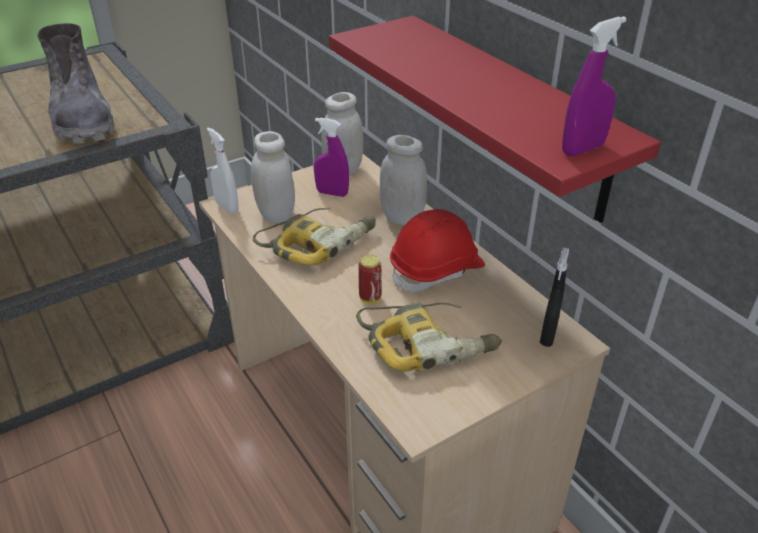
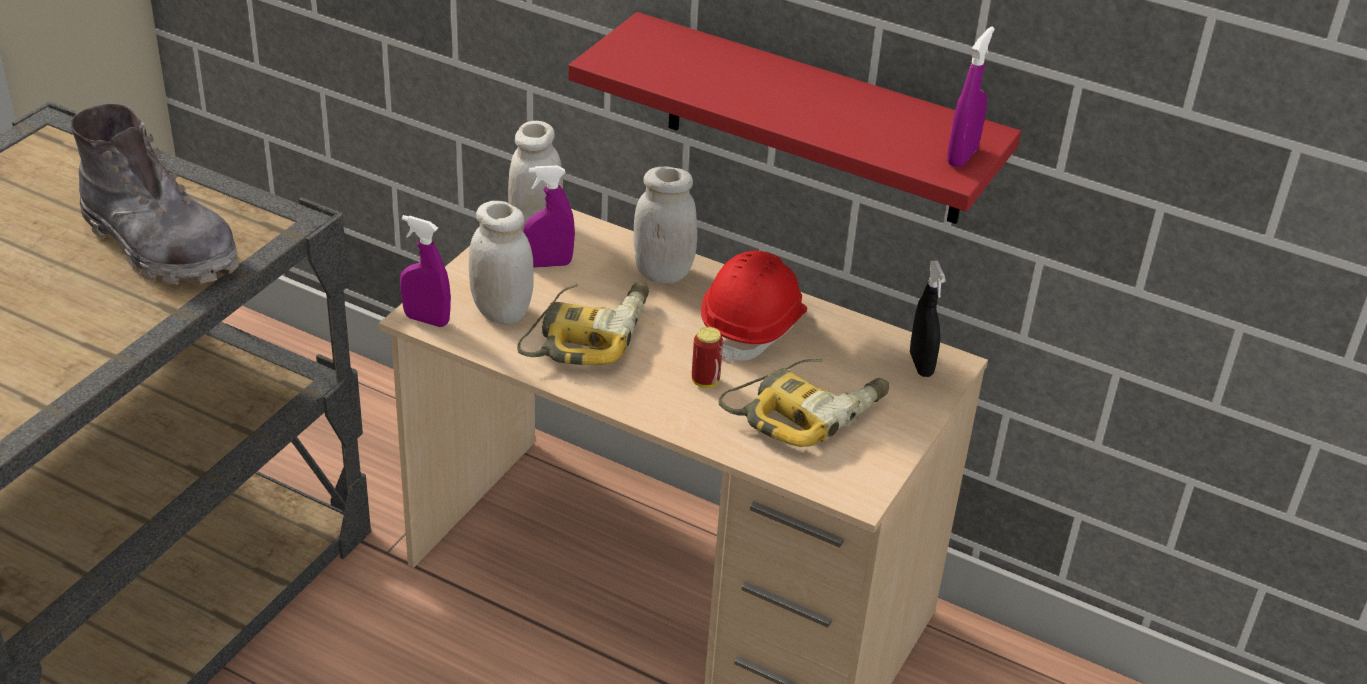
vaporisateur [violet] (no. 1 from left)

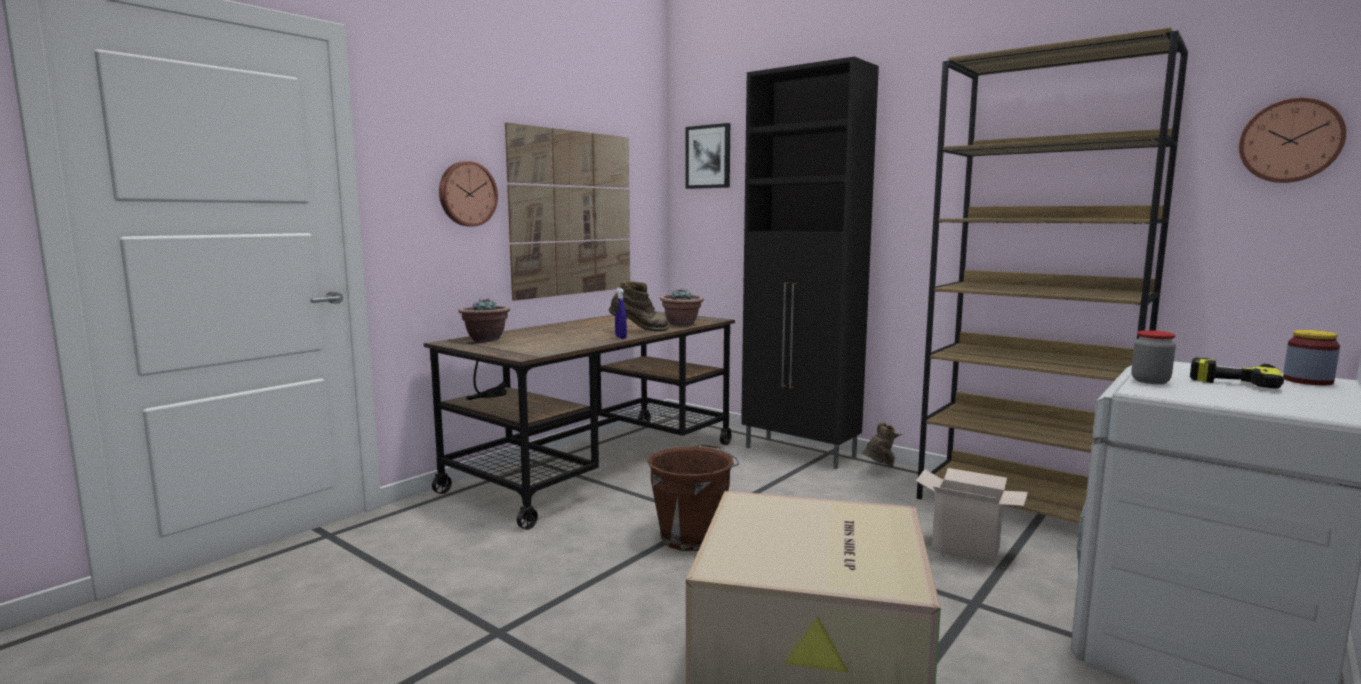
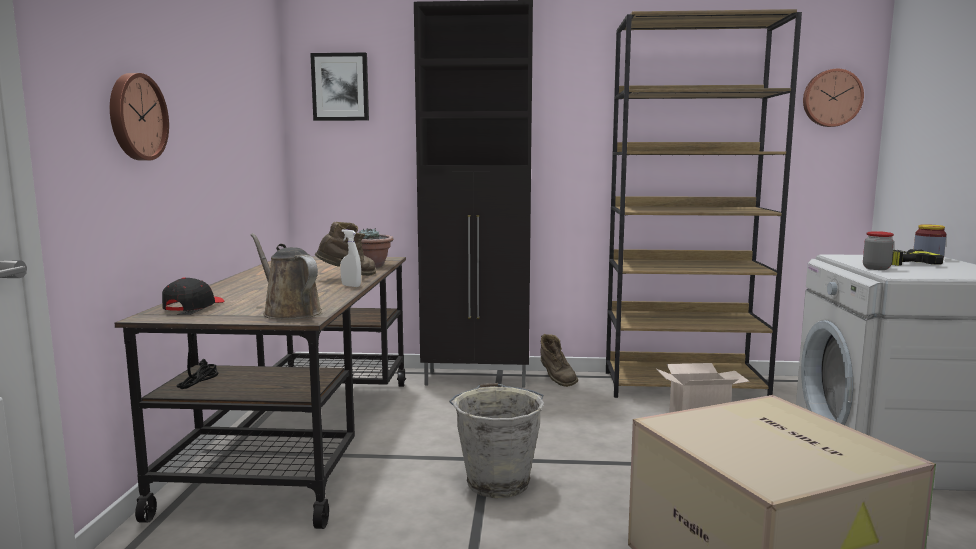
casquette [noir]; arrosoir [marron]; vaporisateur [blanc]; seau [gris]; botte [marron] (no. 2 from left); tableau (no. 1 from left in the first image)

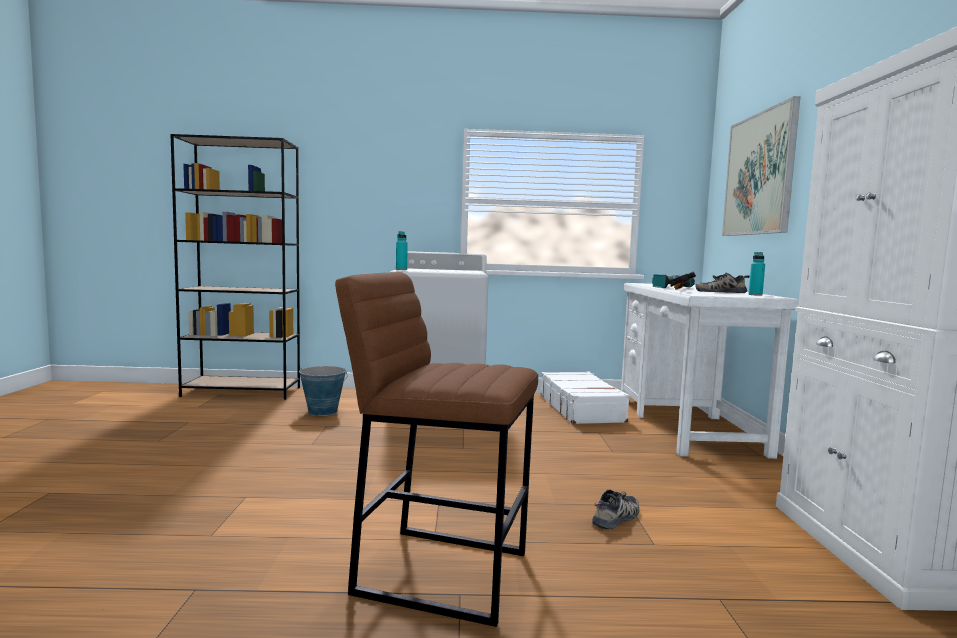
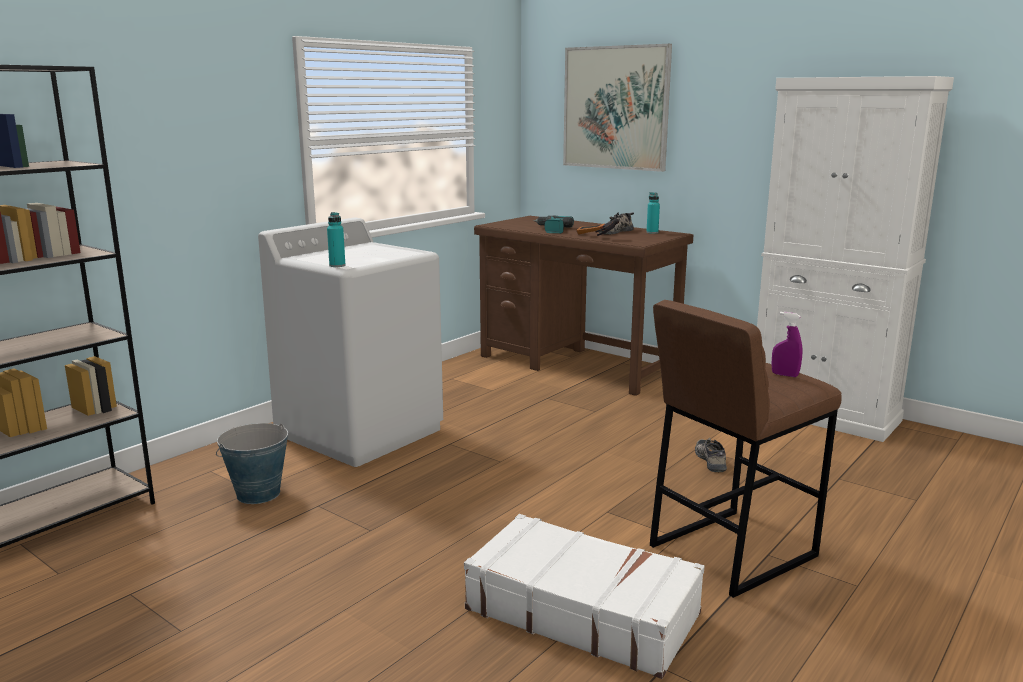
valise [blanc]; bureau [marron]; vaporisateur [violet]

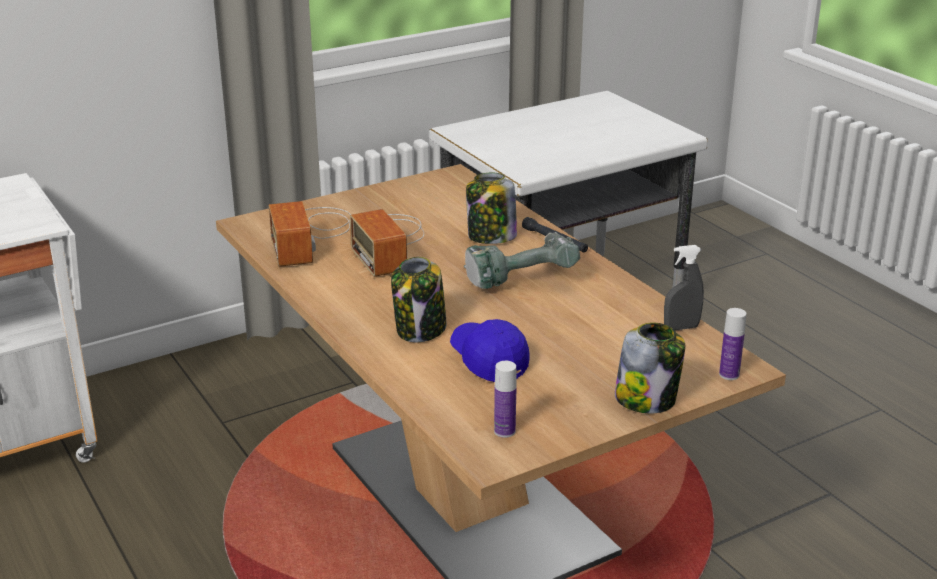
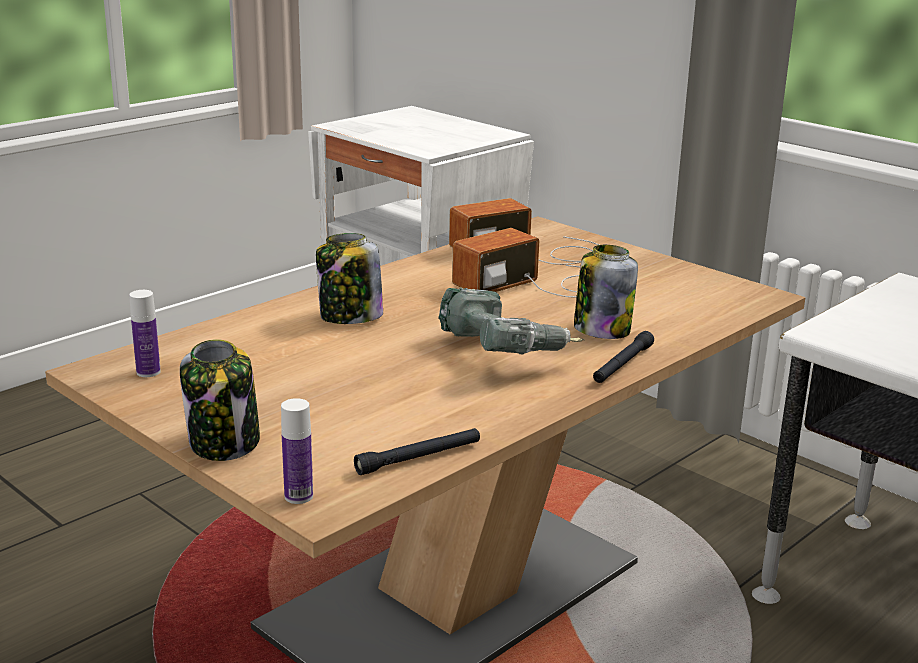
lampe de poche [noir] (no. 1 from left); casquette [bleu]

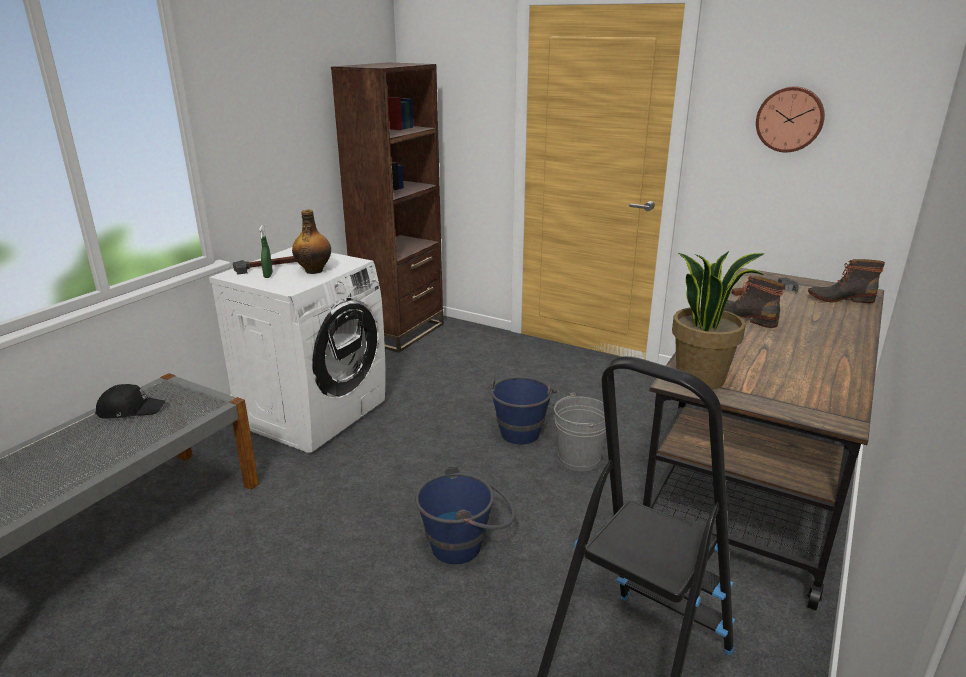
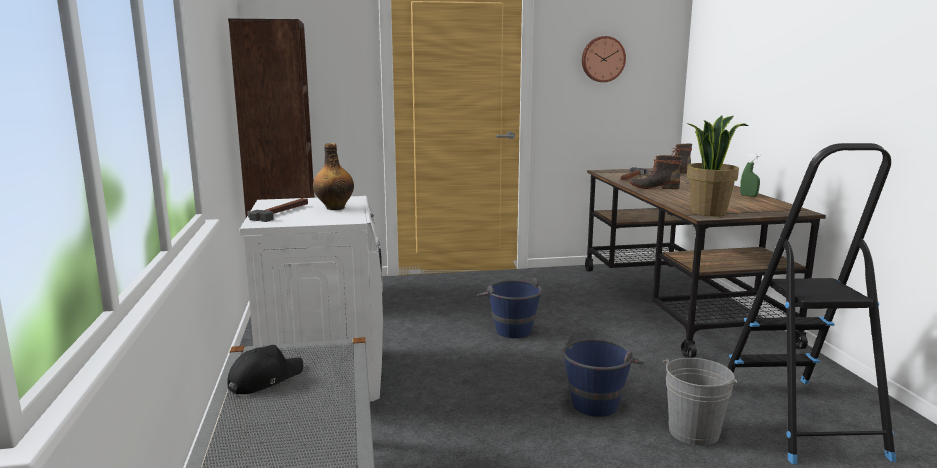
seau [gris]; vaporisateur [vert]

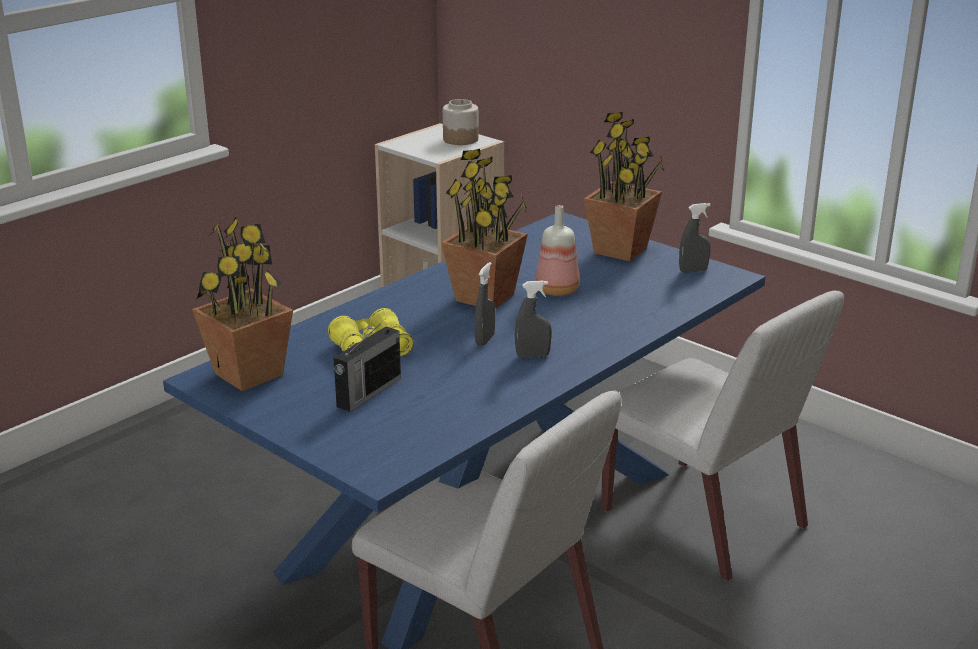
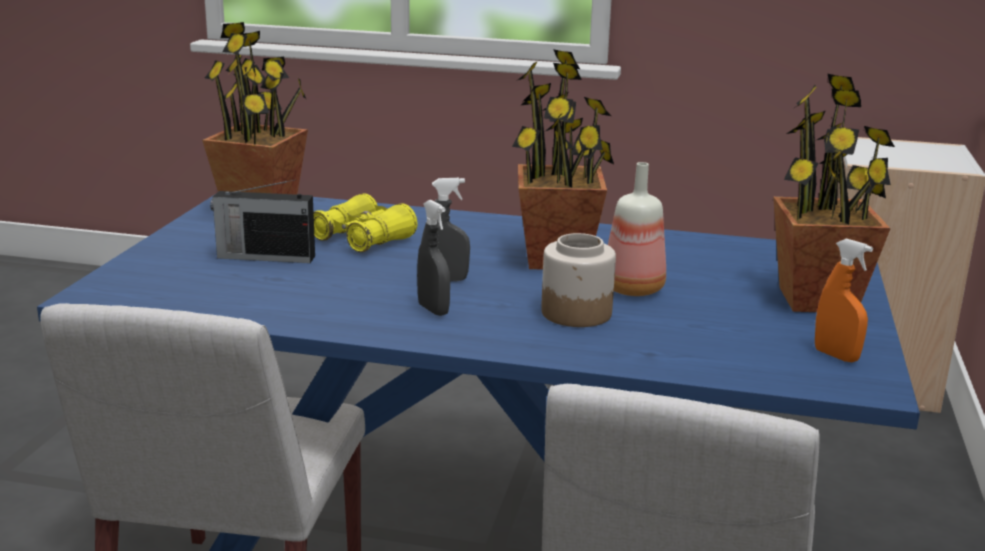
bocal; vaporisateur [orange]

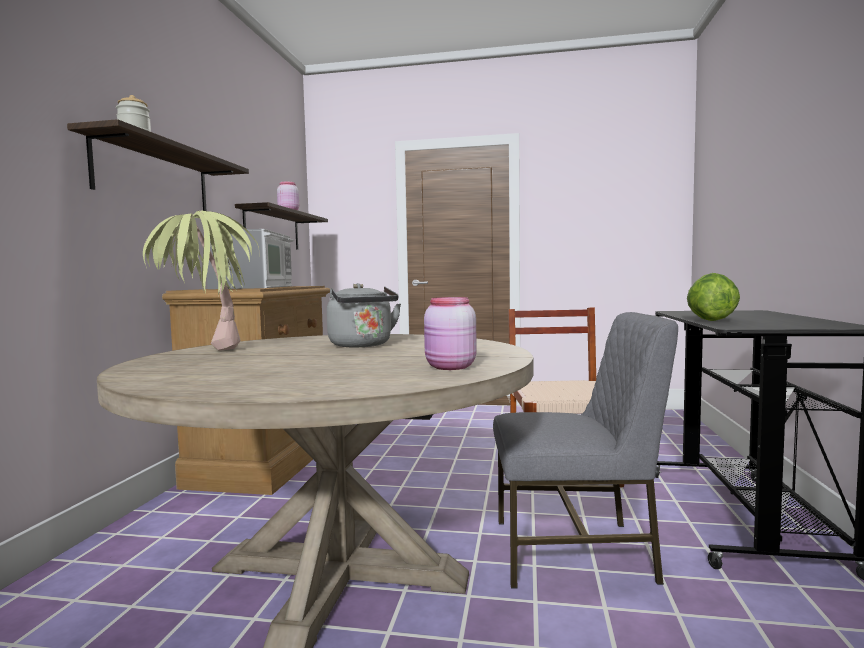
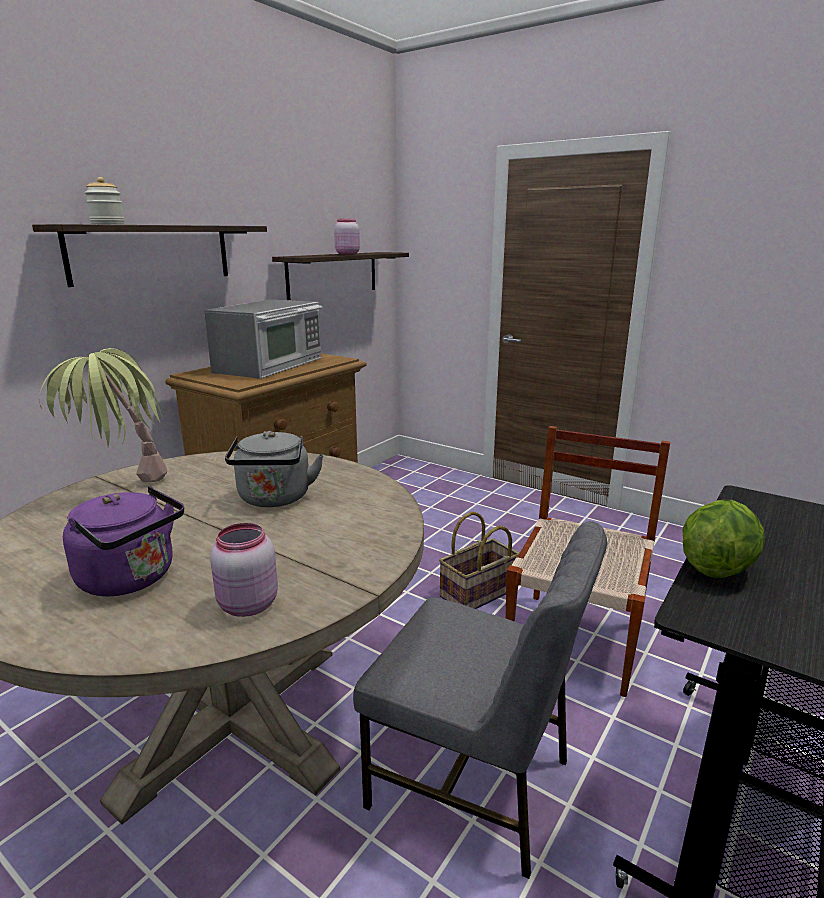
bouilloire [violet]; panier

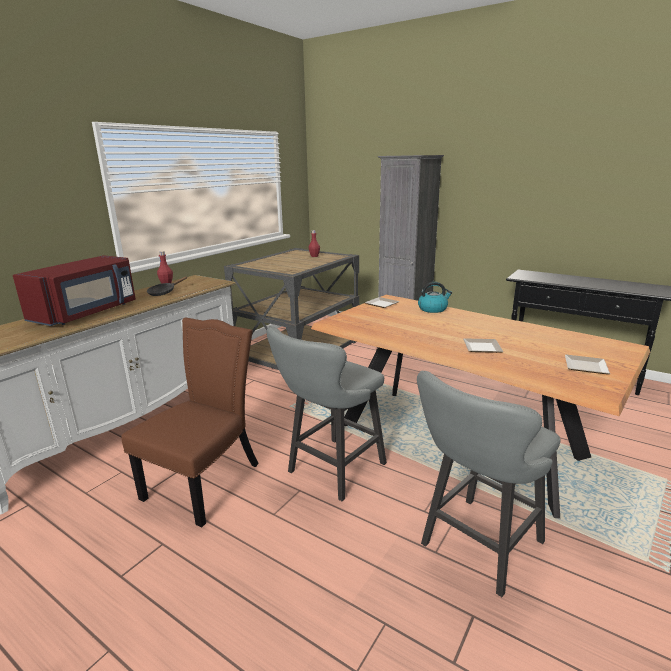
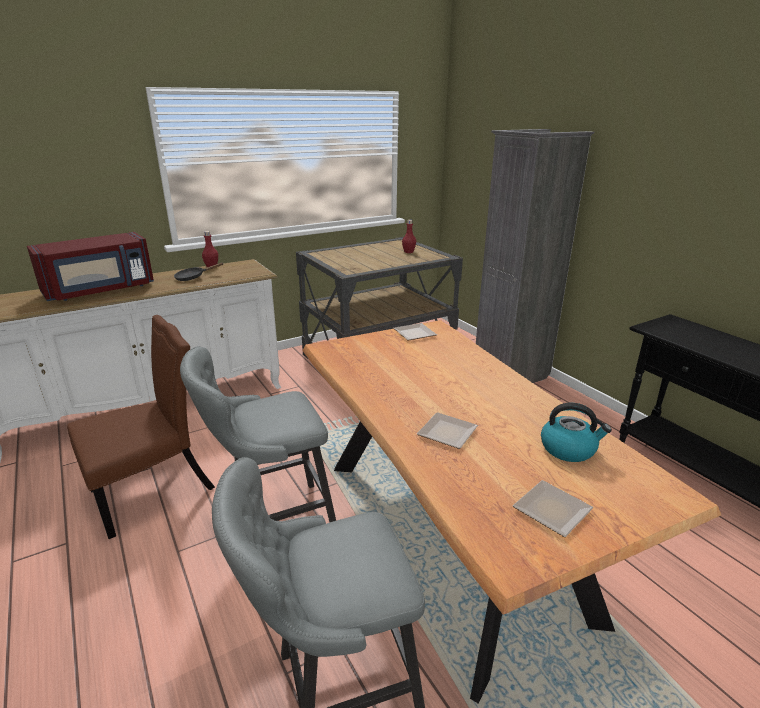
bouilloire

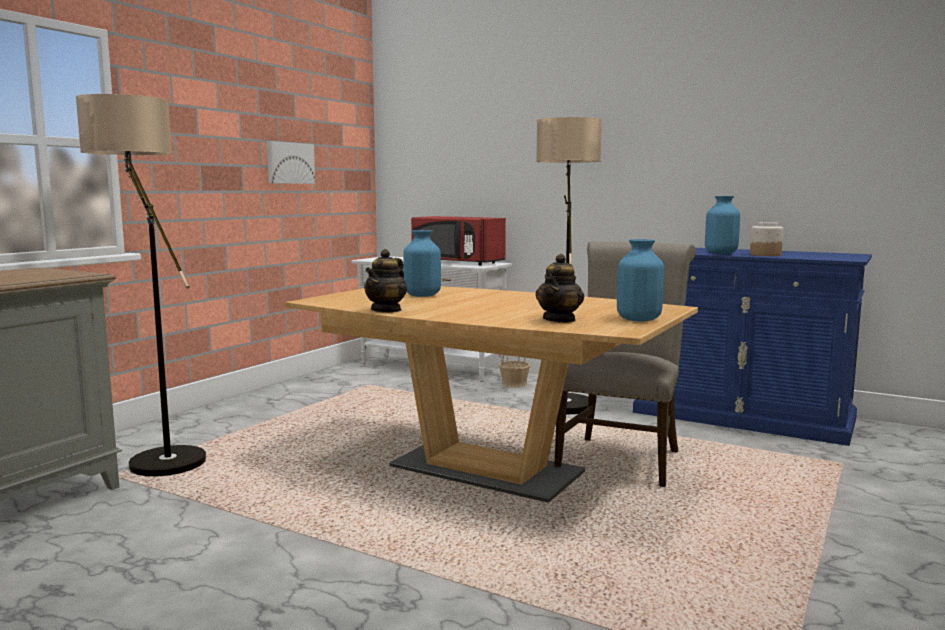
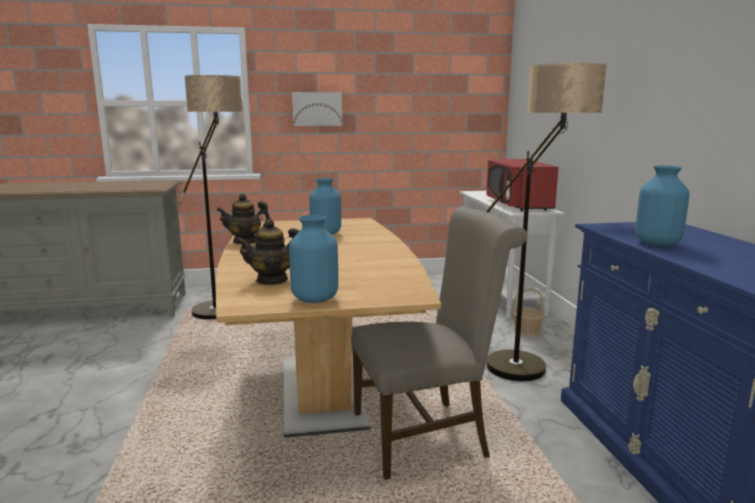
tableau; bocal

